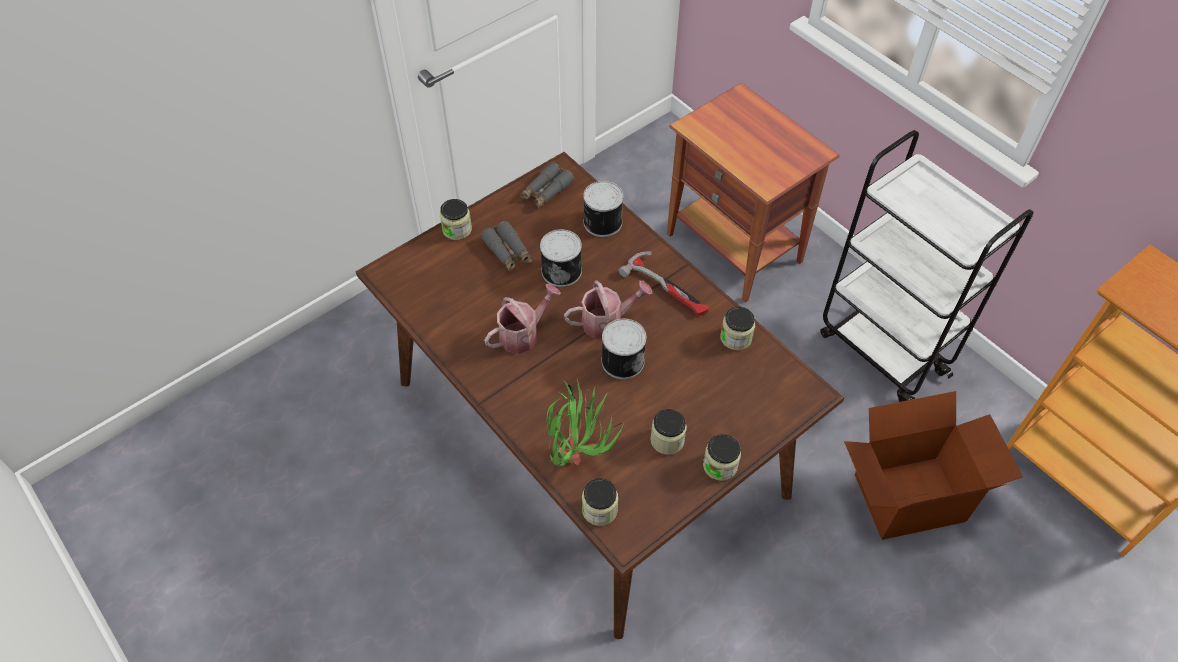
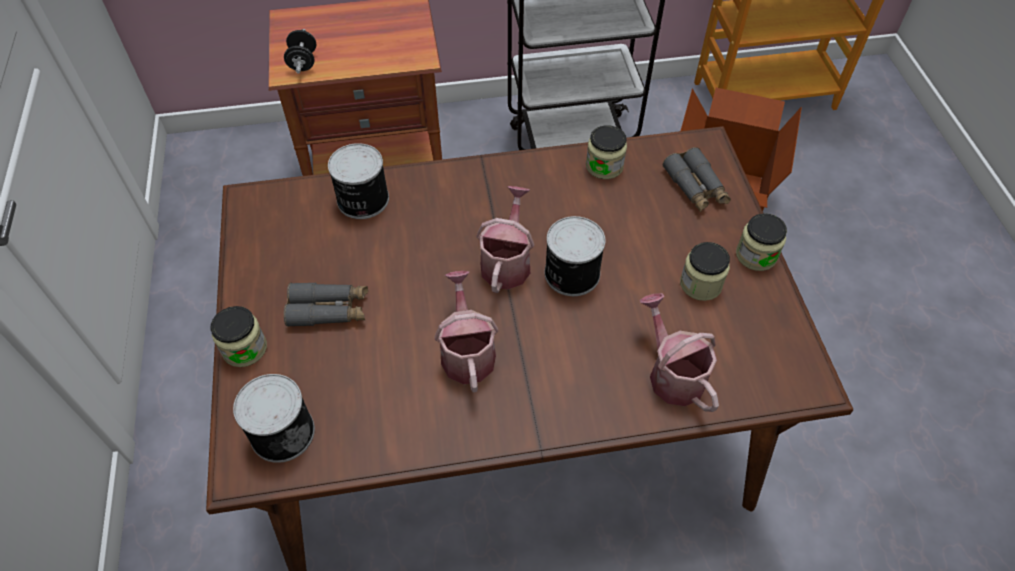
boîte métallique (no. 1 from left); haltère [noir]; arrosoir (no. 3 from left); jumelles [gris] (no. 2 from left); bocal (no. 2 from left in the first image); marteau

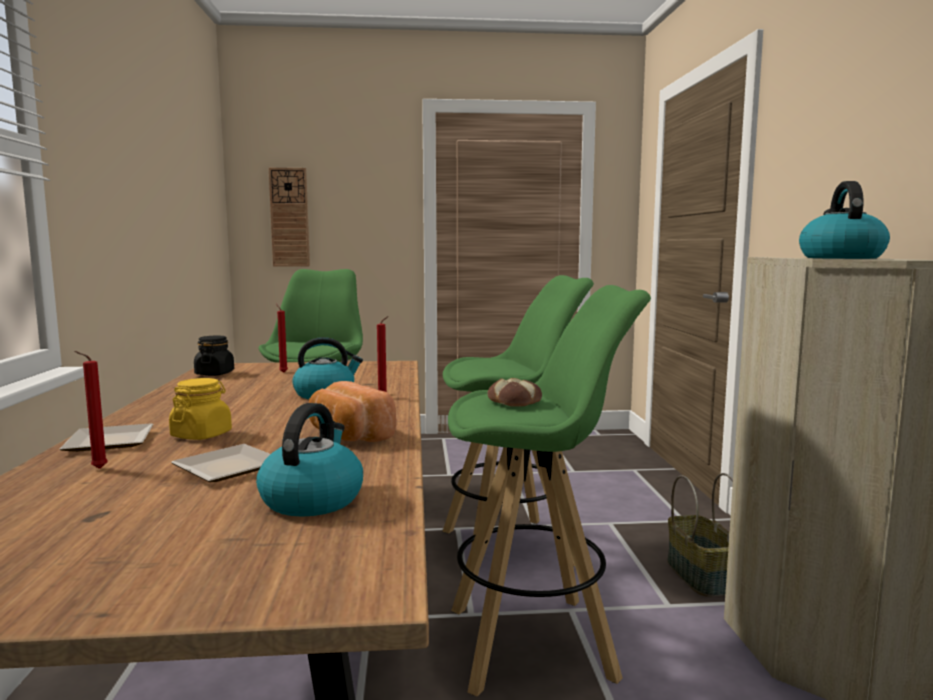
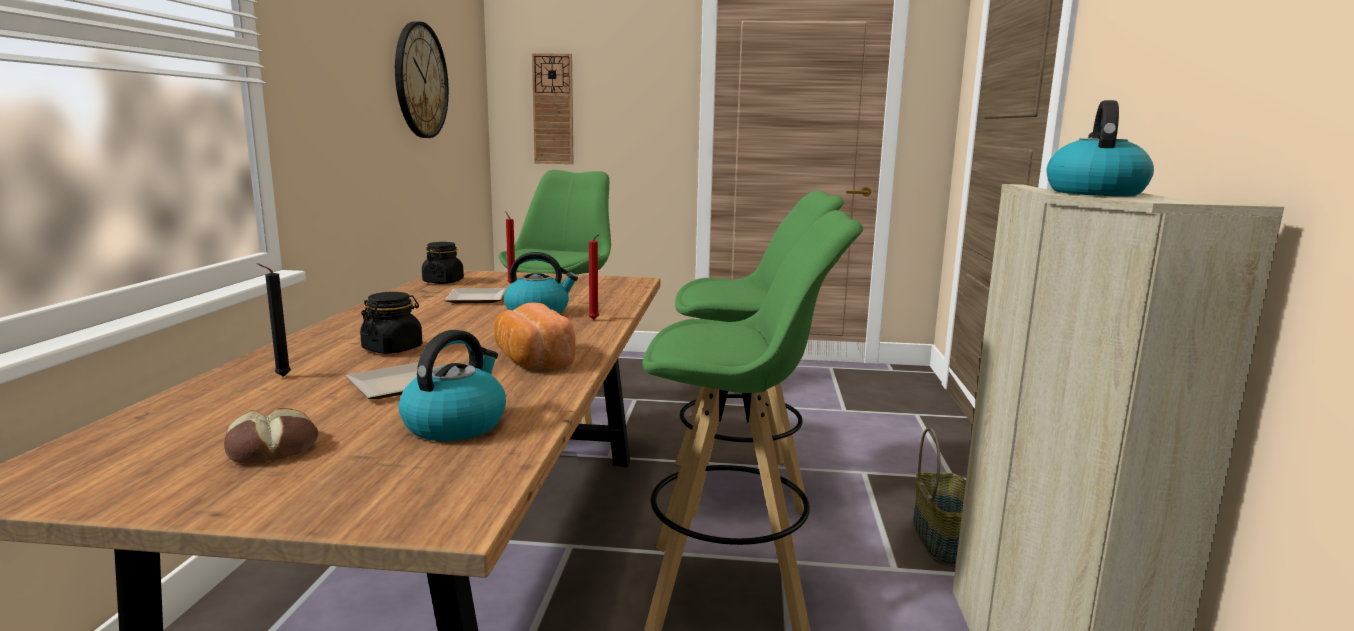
pain (no. 1 from left); bougie [noir]; bocal [noir] (no. 1 from left); horloge murale (no. 1 from left); assiette (no. 2 from left)

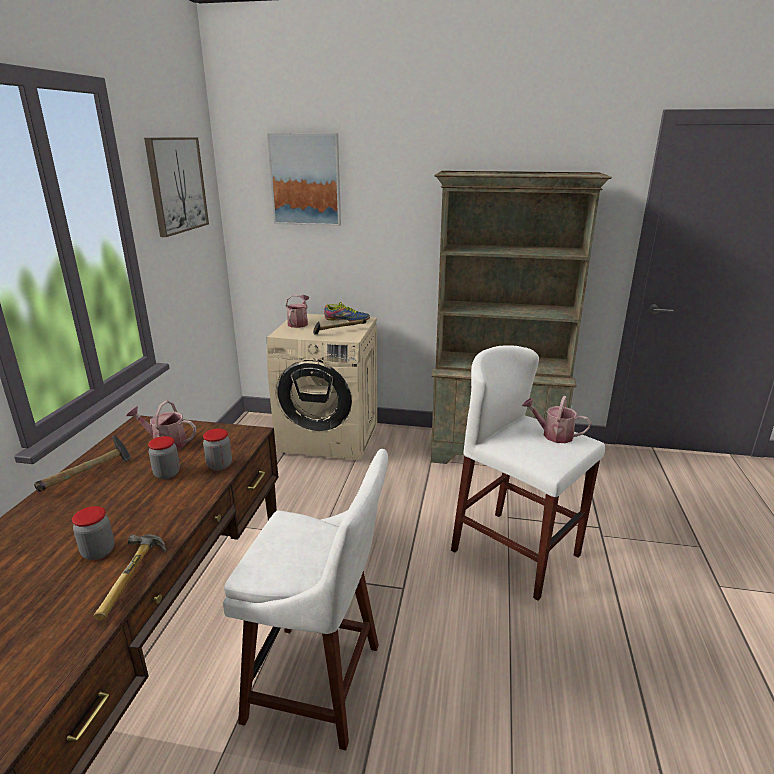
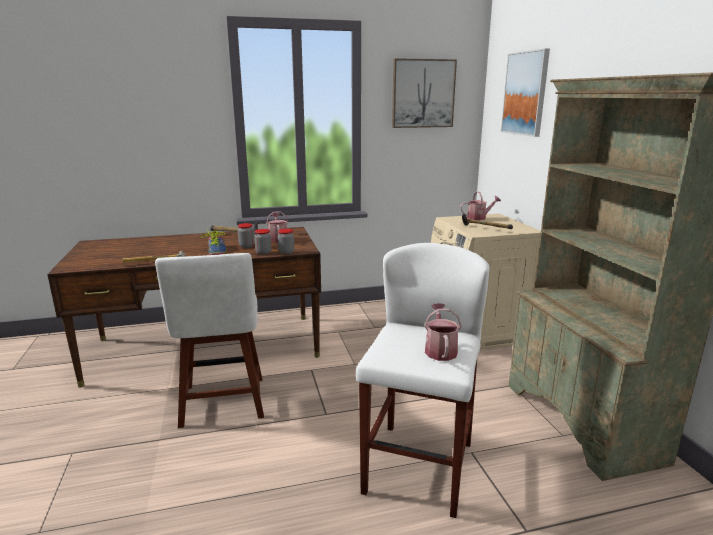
chaussure; bocal (no. 3 from left)

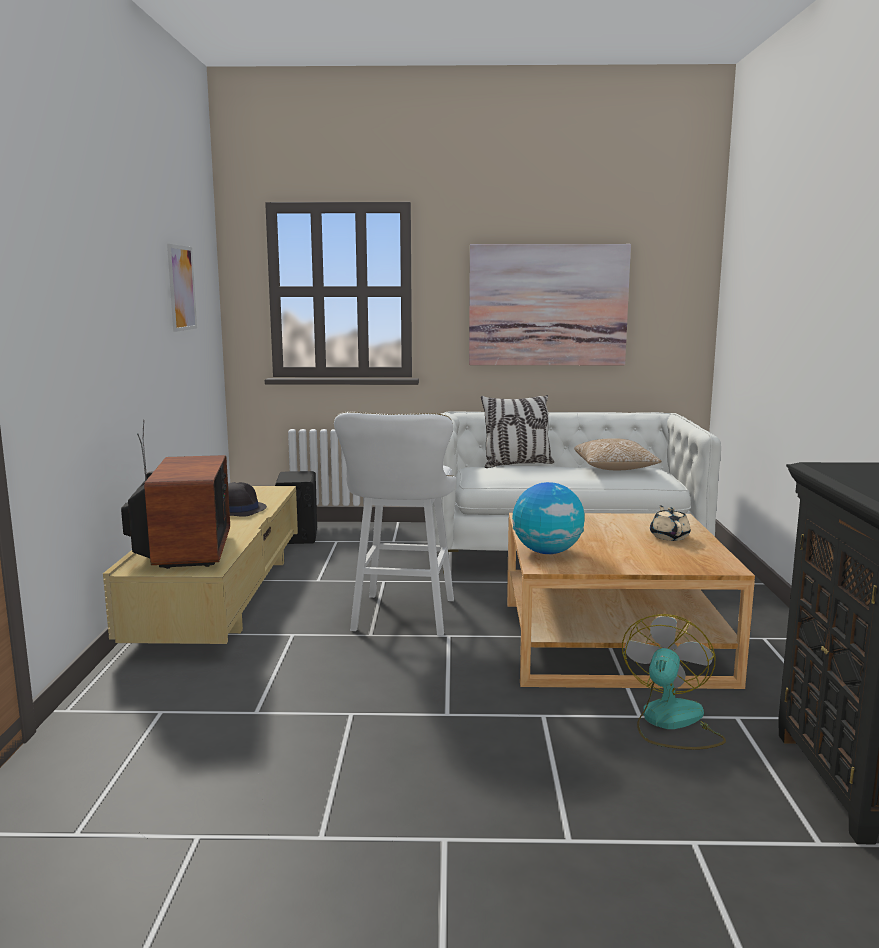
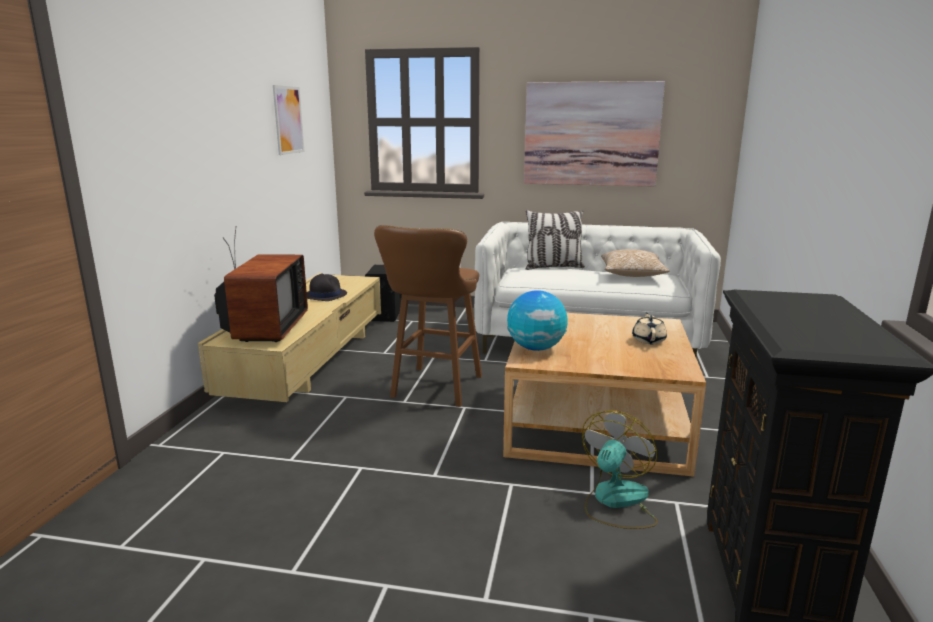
tabouret [marron]

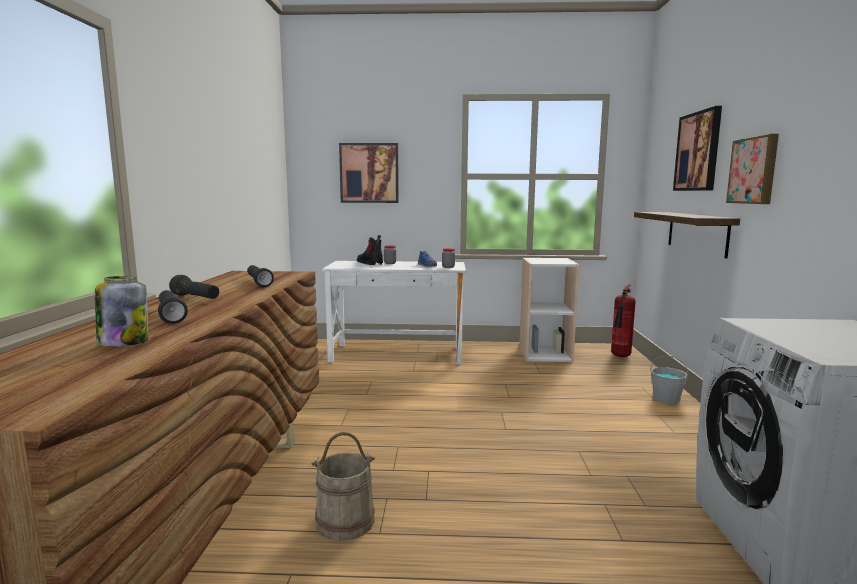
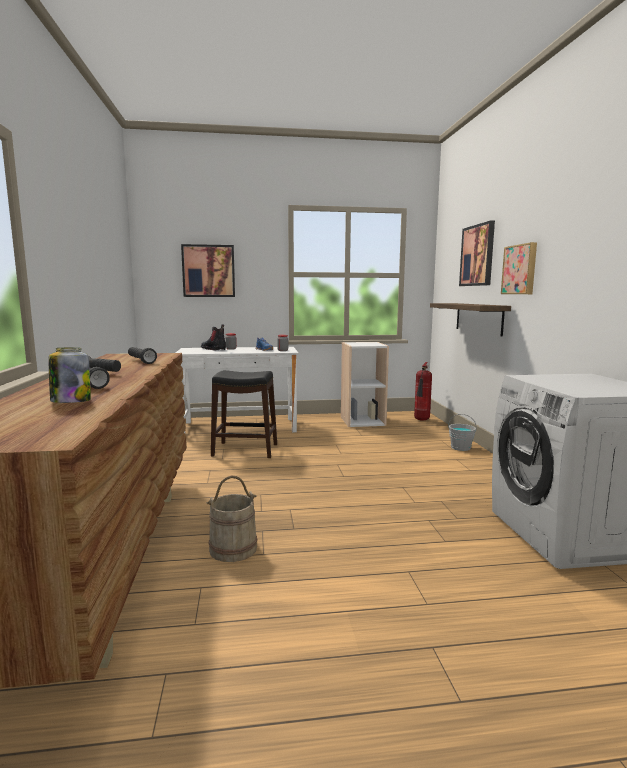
tabouret [noir]

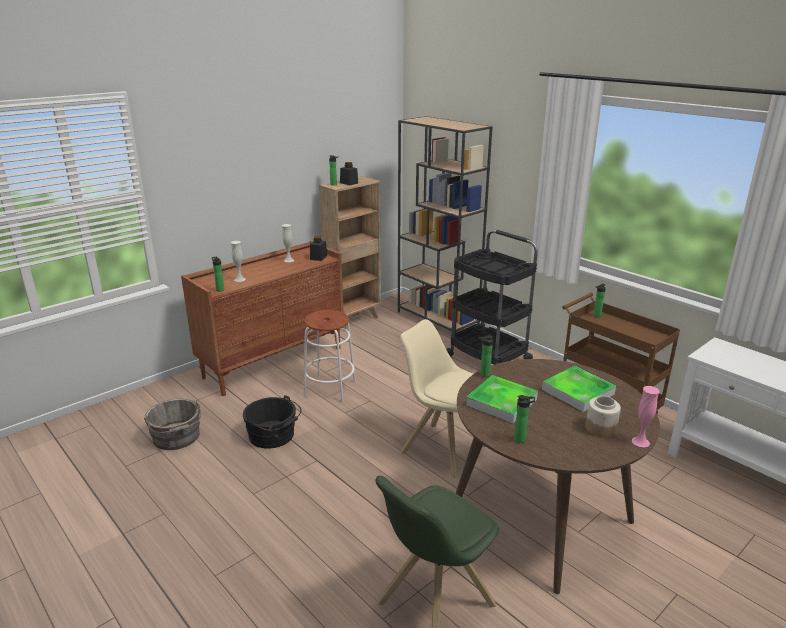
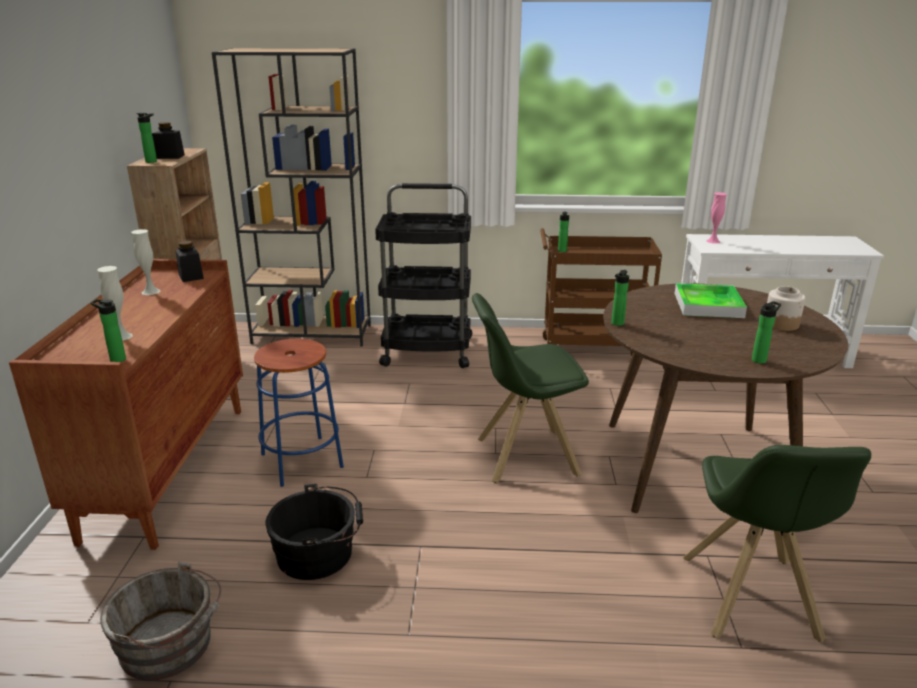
tabouret [bleu]; chaise [vert] (no. 1 from left); vase [rose]; plateau (no. 1 from left in the first image)

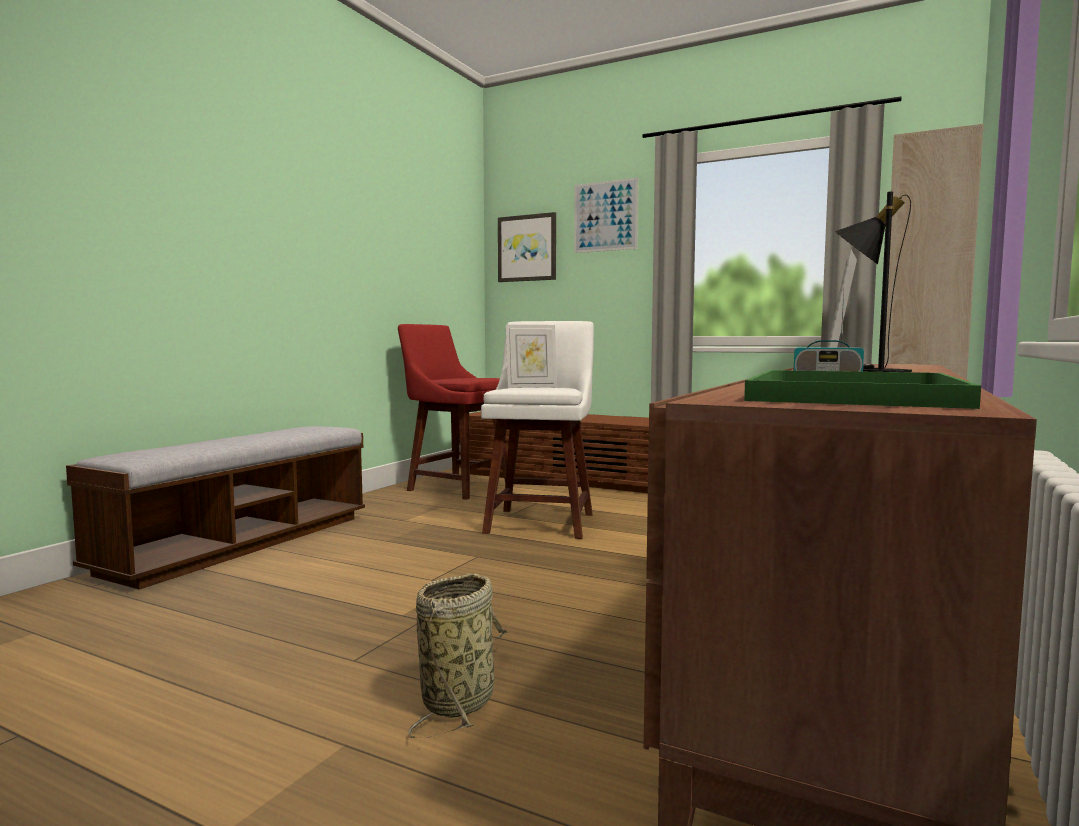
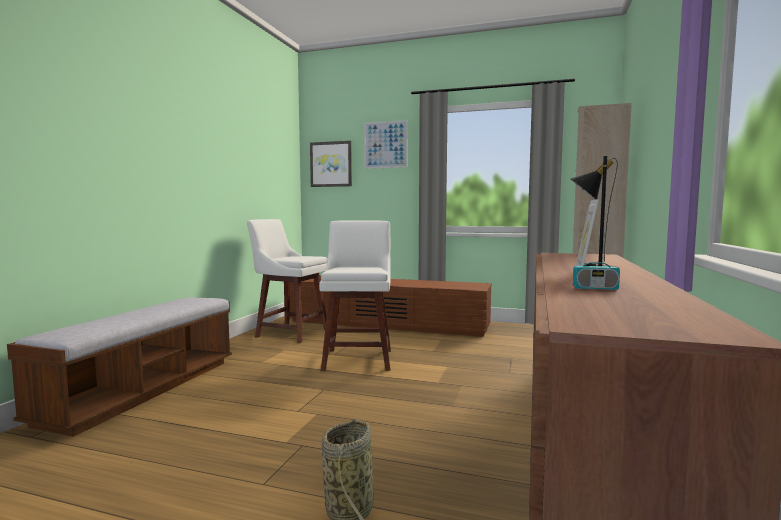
tabouret [blanc] (no. 1 from left); cadre photo (no. 1 from left in the first image); plateau [vert]

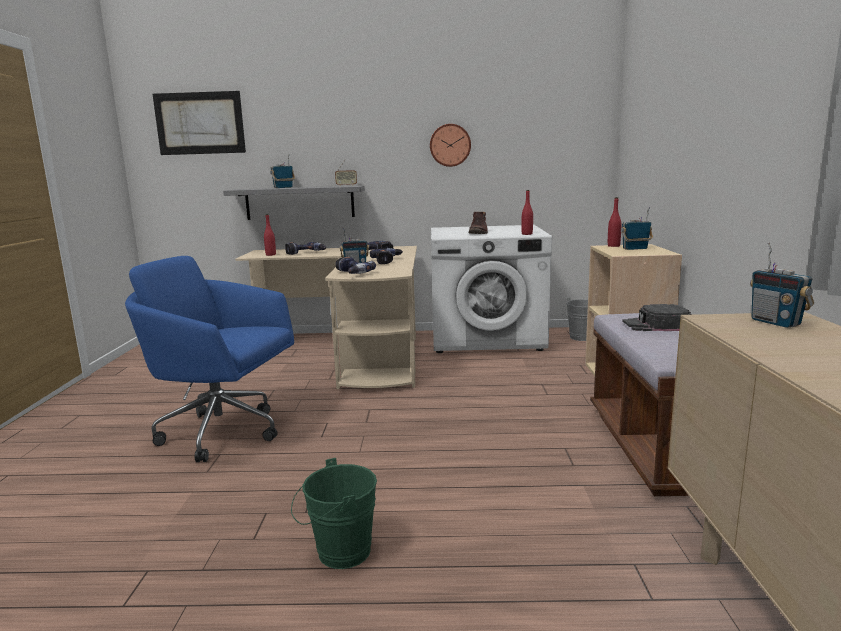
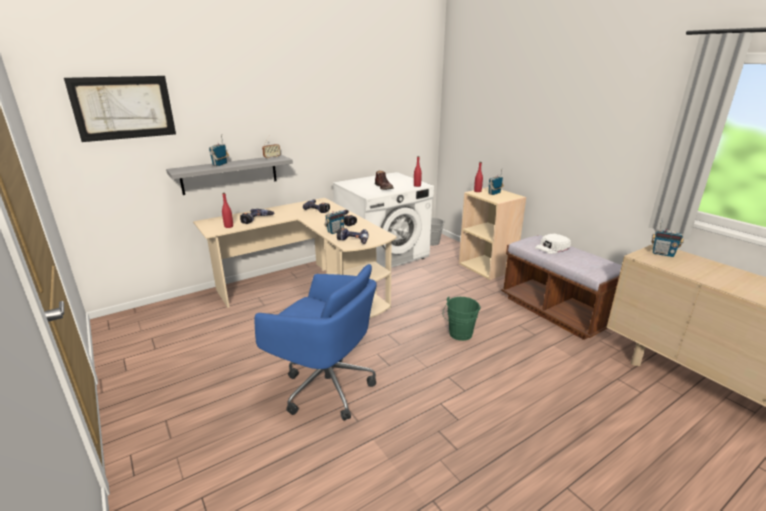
chaise de bureau [bleu]; seau [vert]; casquette [blanc]; horloge murale

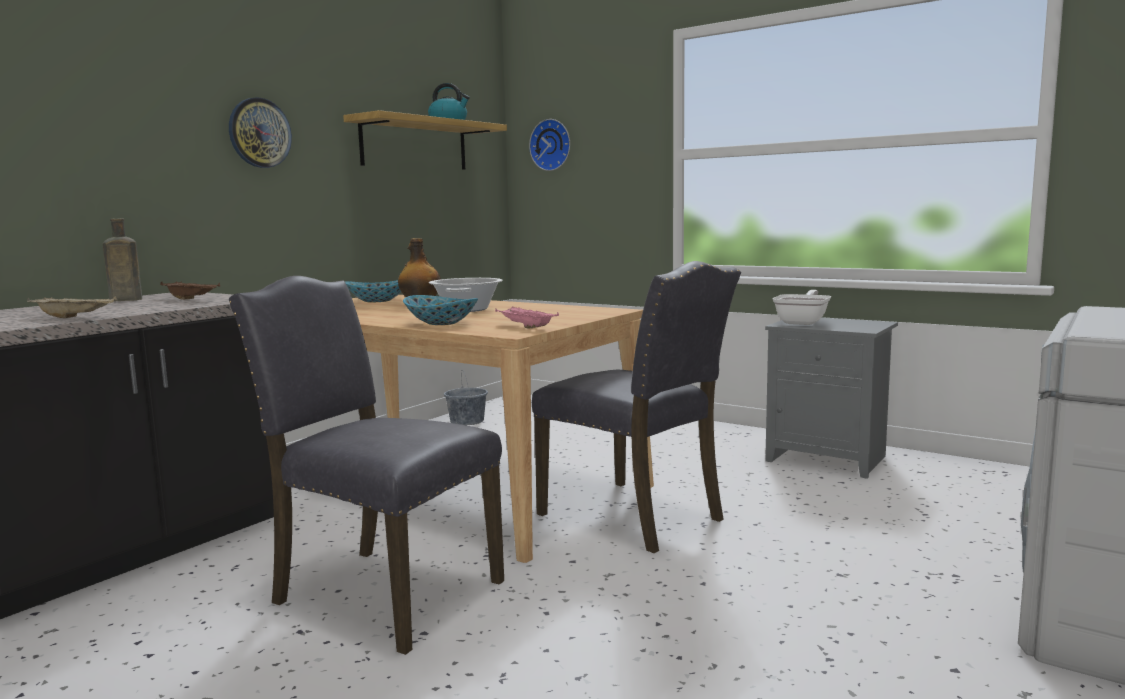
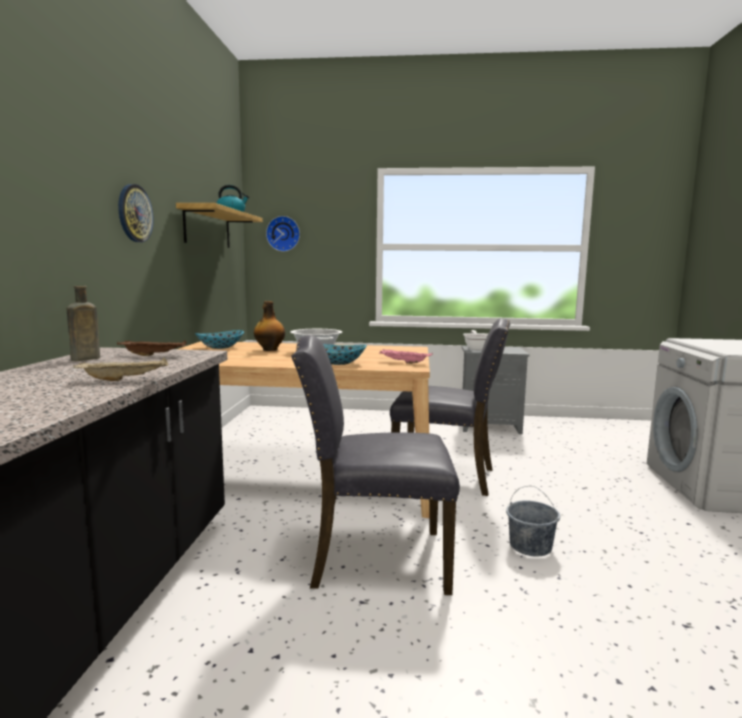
seau [gris]

